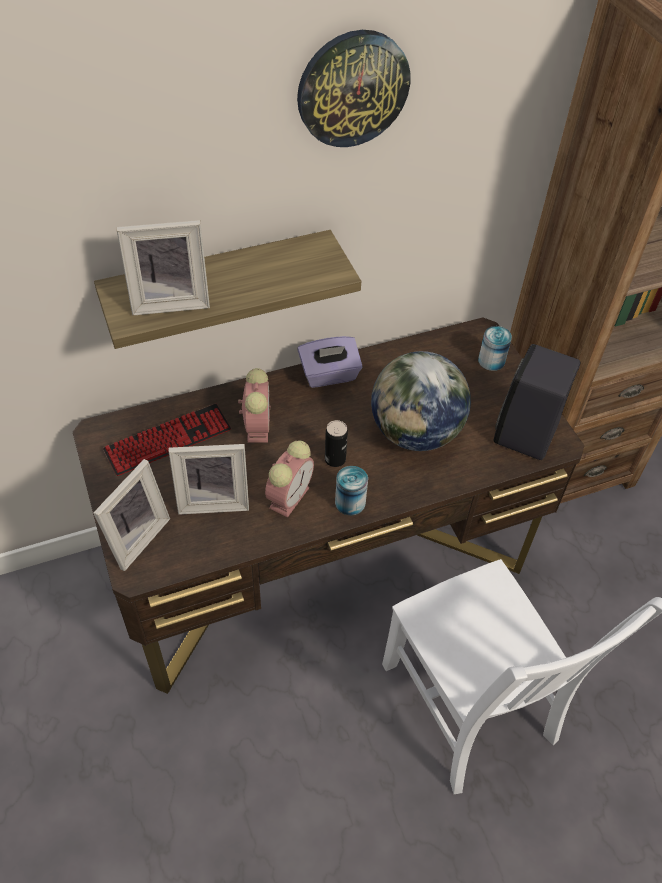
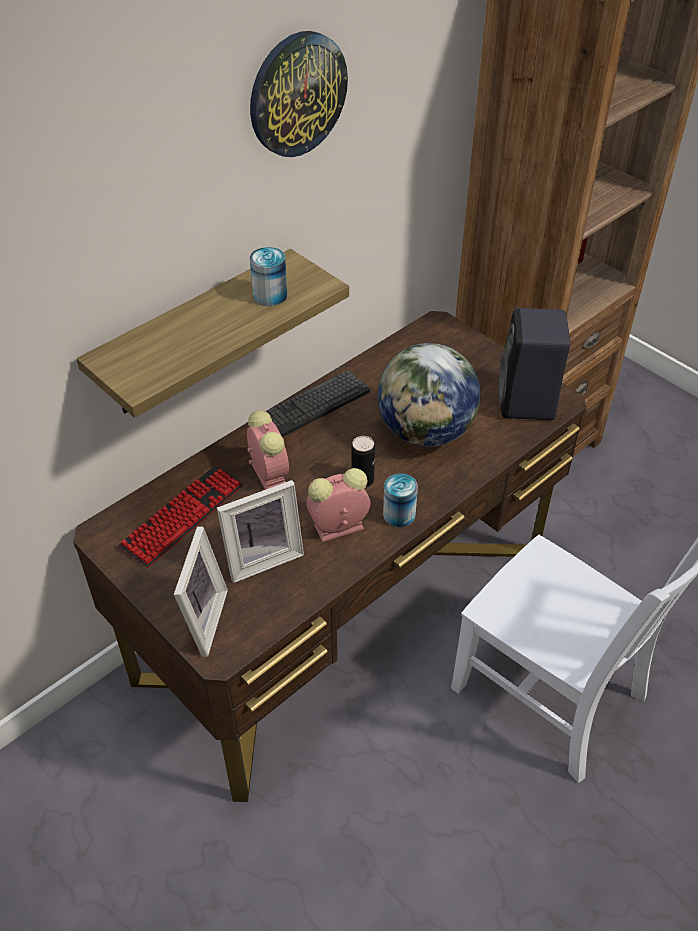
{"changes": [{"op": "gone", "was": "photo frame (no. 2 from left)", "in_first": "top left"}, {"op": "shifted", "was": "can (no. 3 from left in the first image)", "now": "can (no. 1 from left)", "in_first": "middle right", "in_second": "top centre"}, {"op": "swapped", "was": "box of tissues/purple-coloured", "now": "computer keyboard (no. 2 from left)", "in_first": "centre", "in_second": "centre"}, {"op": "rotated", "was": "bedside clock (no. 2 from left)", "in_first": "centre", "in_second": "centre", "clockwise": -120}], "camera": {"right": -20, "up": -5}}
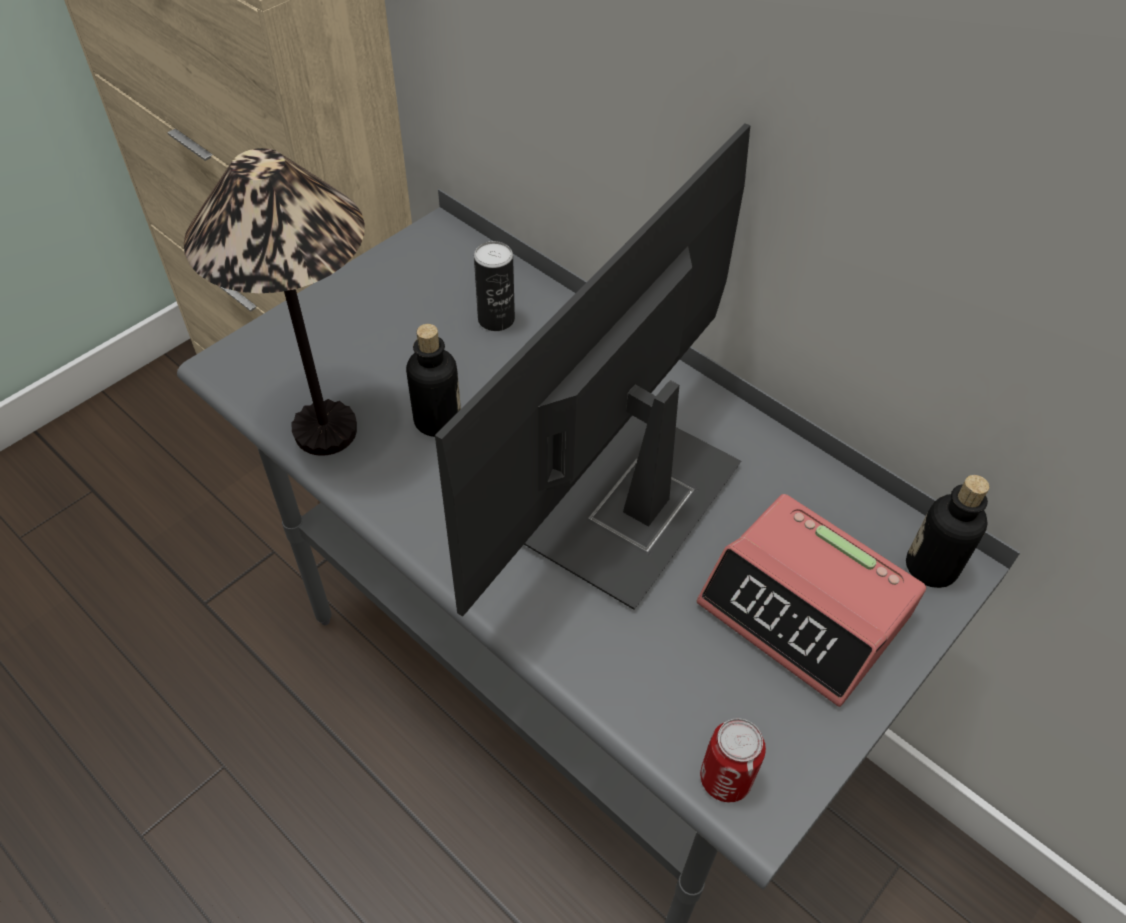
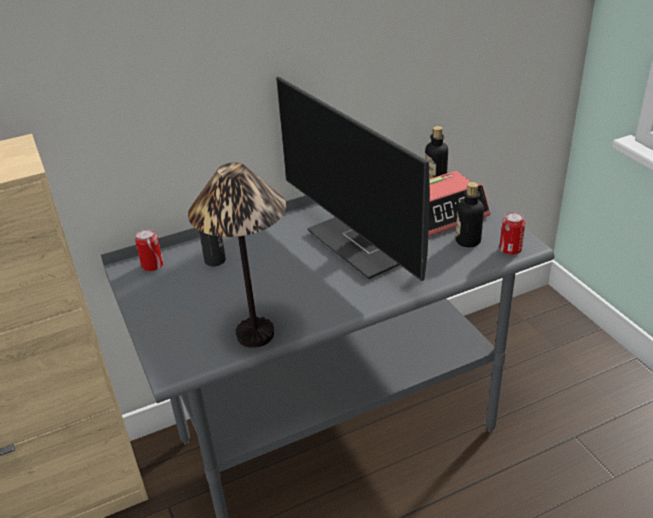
{"changes": [{"op": "shifted", "was": "bottle (no. 1 from left in the first image)", "now": "bottle (no. 2 from left)", "in_first": "centre", "in_second": "middle right"}, {"op": "new", "now": "can (no. 1 from left)", "in_second": "middle left"}], "camera": {"right": -65, "up": -15}}
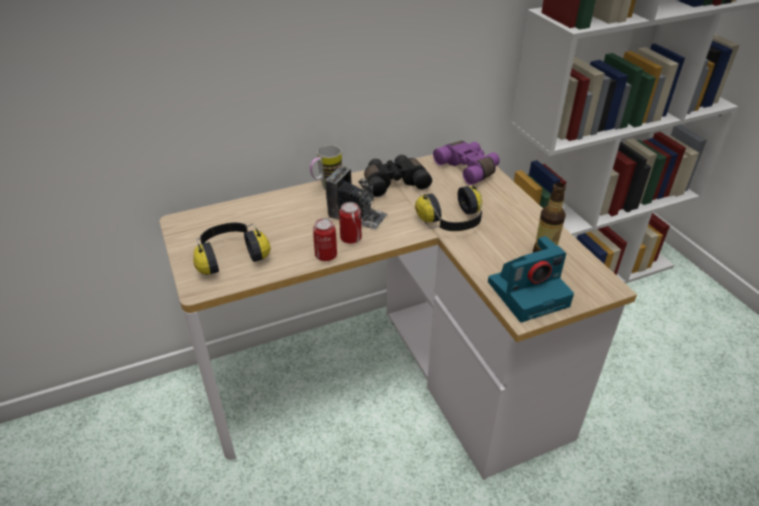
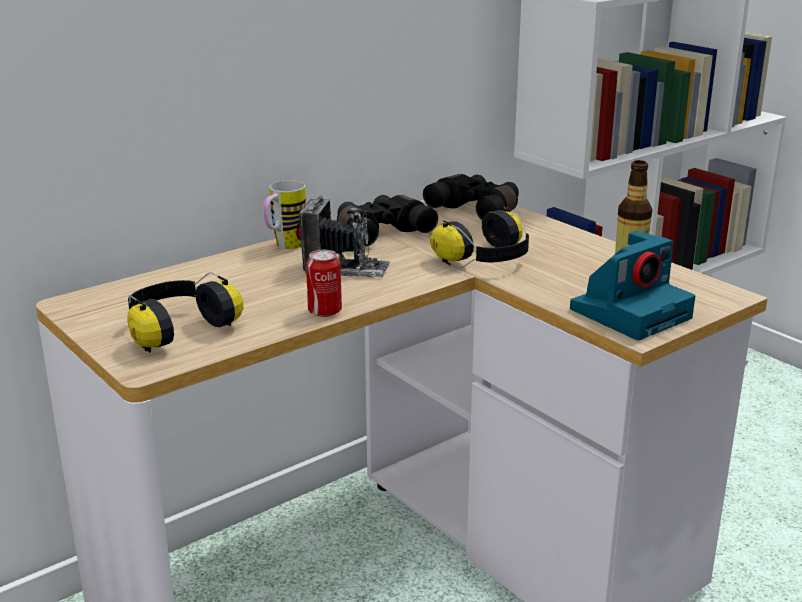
{"changes": [{"op": "repainted", "was": "binoculars/purple-coloured", "now": "binoculars/black-coloured (no. 2 from left)", "in_first": "top centre", "in_second": "top centre"}, {"op": "gone", "was": "can (no. 2 from left)", "in_first": "centre"}], "camera": {"right": -15, "up": -15}}
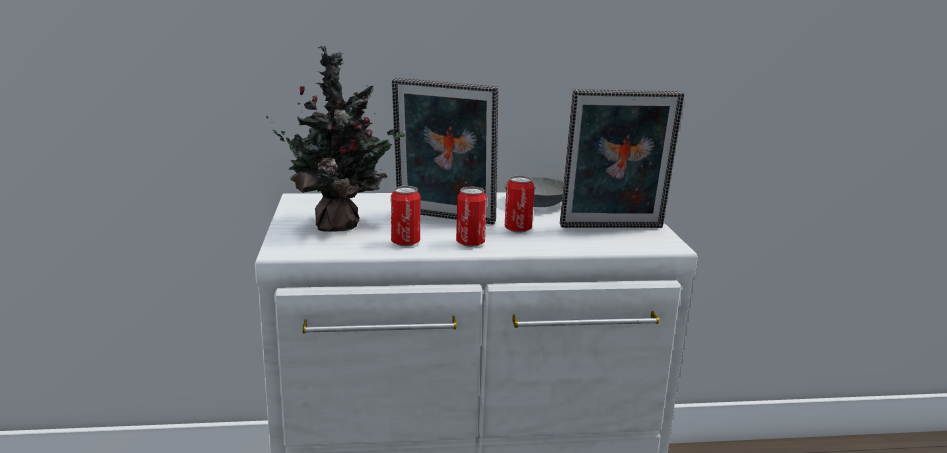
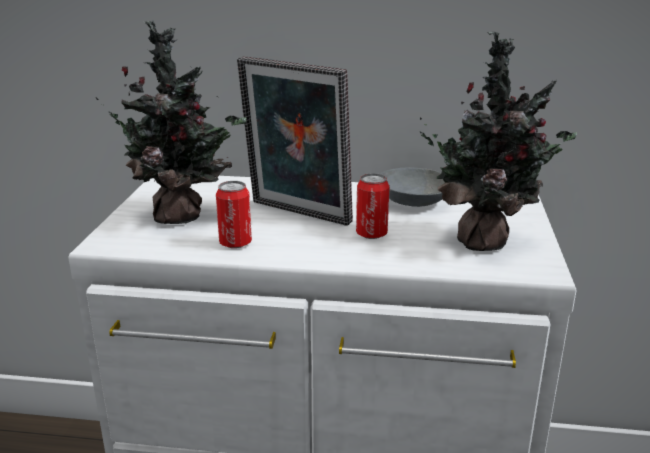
{"changes": [{"op": "swapped", "was": "photo frame (no. 2 from left)", "now": "plant in a pot (no. 2 from left)", "in_first": "centre", "in_second": "top right"}, {"op": "gone", "was": "can (no. 2 from left)", "in_first": "centre"}], "camera": {"right": 15, "up": 5}}
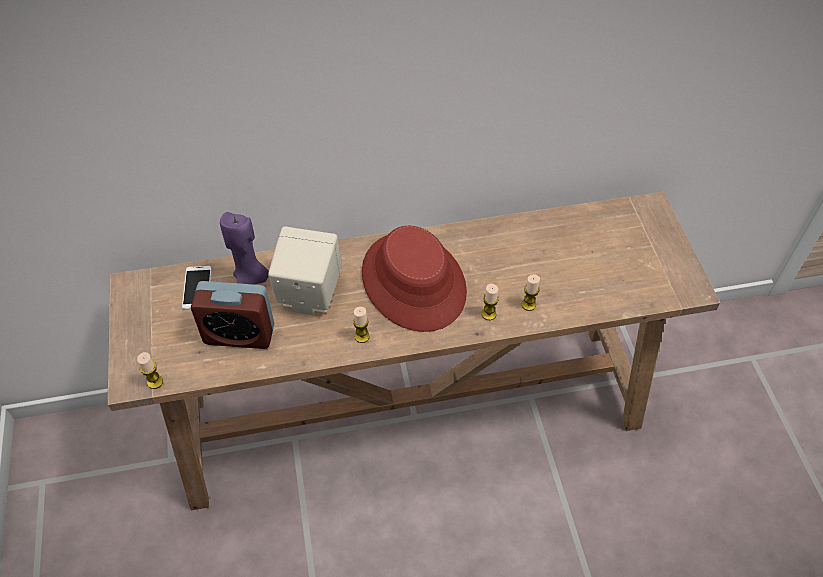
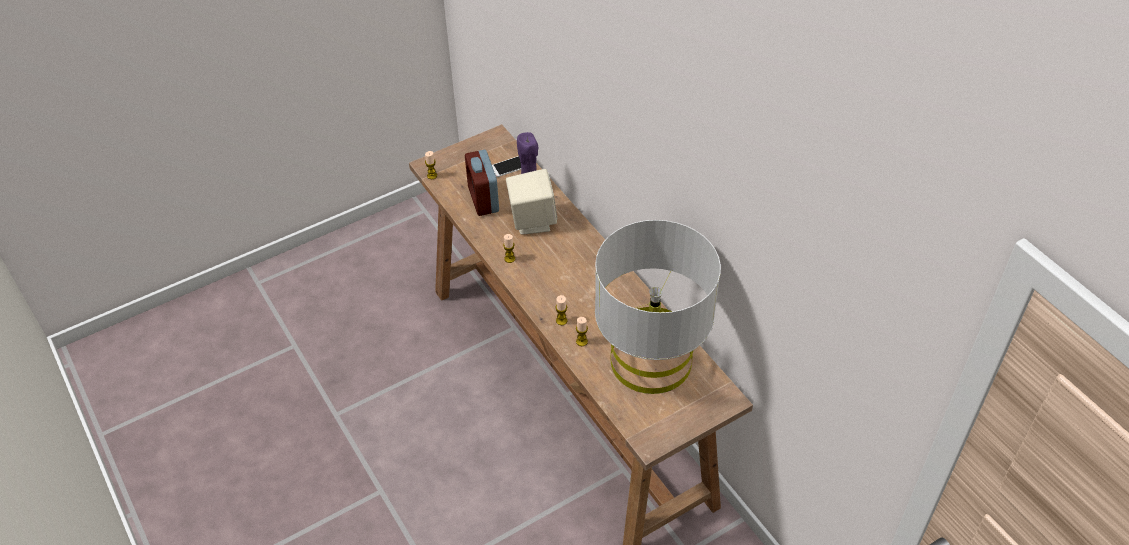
{"changes": [{"op": "gone", "was": "hat/red-coloured", "in_first": "centre"}, {"op": "new", "now": "lamp for a table/greyish", "in_second": "centre"}], "camera": {"right": 70, "up": -5}}
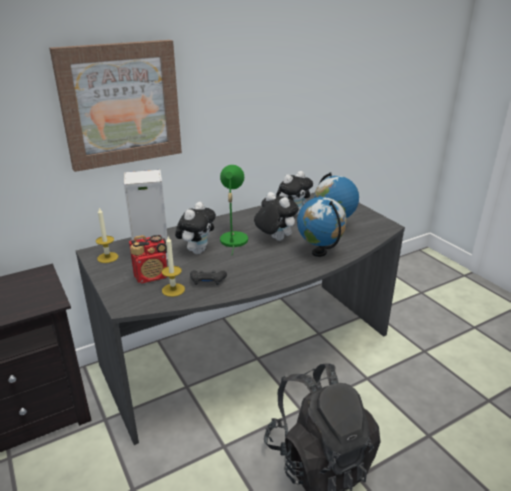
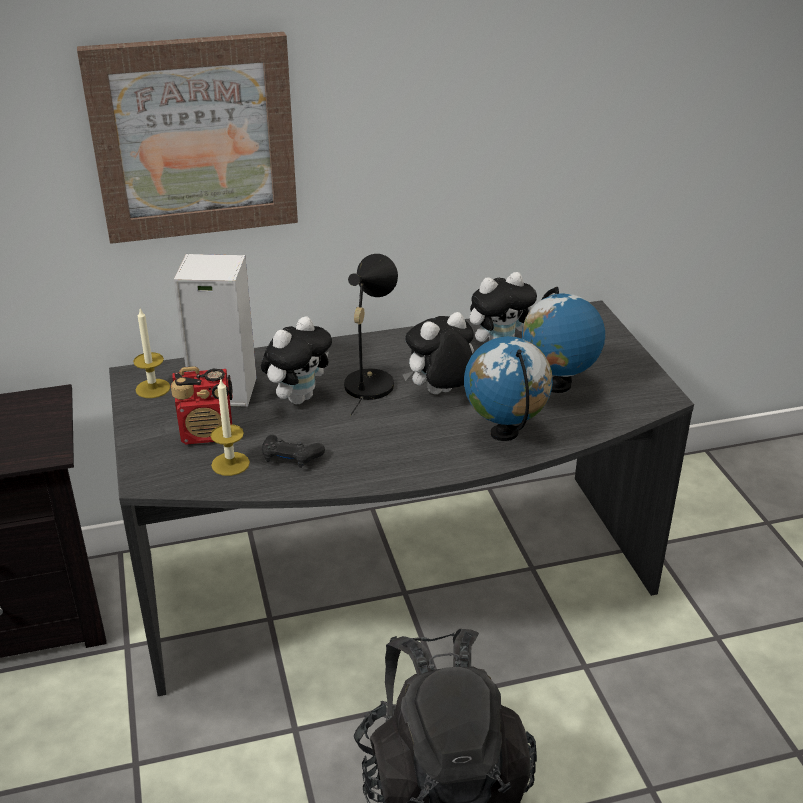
{"changes": [{"op": "repainted", "was": "lamp for a table/green-coloured", "now": "lamp for a table/black-coloured", "in_first": "centre", "in_second": "centre"}, {"op": "rotated", "was": "cuddly toy (no. 2 from left)", "in_first": "centre", "in_second": "centre", "clockwise": -90}], "camera": {"right": 15, "up": 5}}
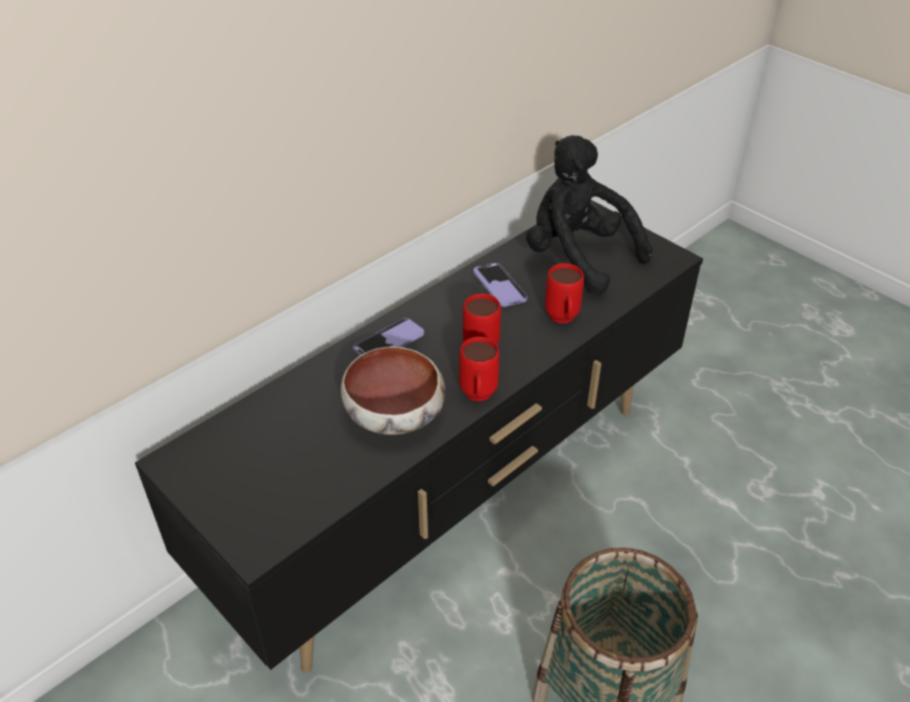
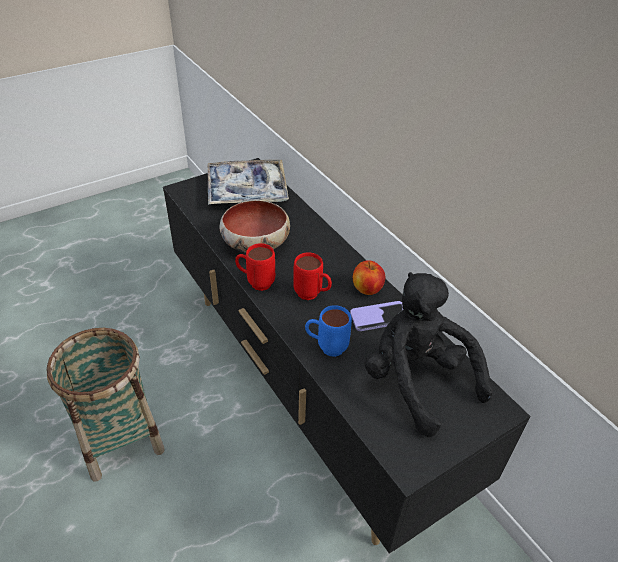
{"changes": [{"op": "rotated", "was": "cuddly toy/black-coloured", "in_first": "top centre", "in_second": "middle right", "clockwise": -90}, {"op": "repainted", "was": "coffee mug/red-coloured (no. 3 from left)", "now": "coffee mug/blue-coloured", "in_first": "centre", "in_second": "centre"}, {"op": "gone", "was": "phone (no. 1 from left)", "in_first": "centre"}, {"op": "new", "now": "carrying tray", "in_second": "top centre"}, {"op": "new", "now": "whole apple", "in_second": "centre"}], "camera": {"right": 100, "up": 0}}
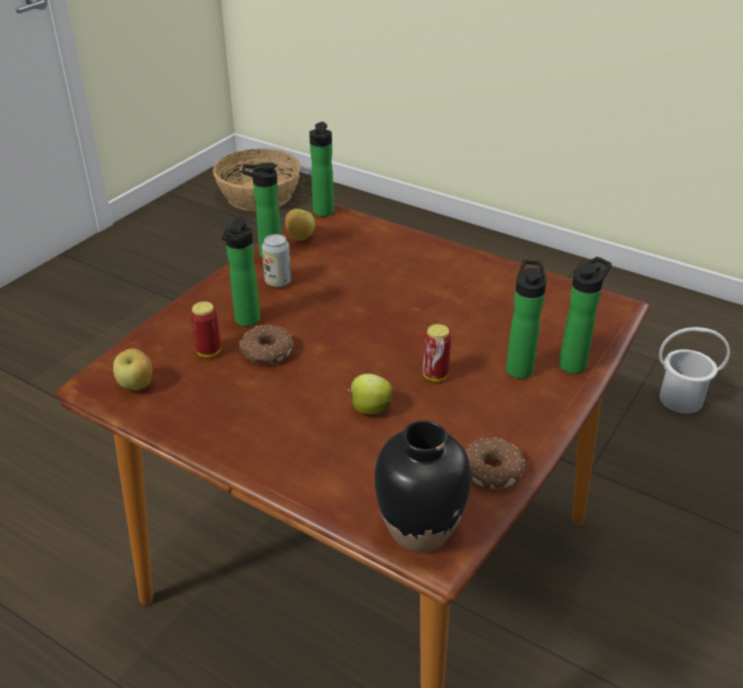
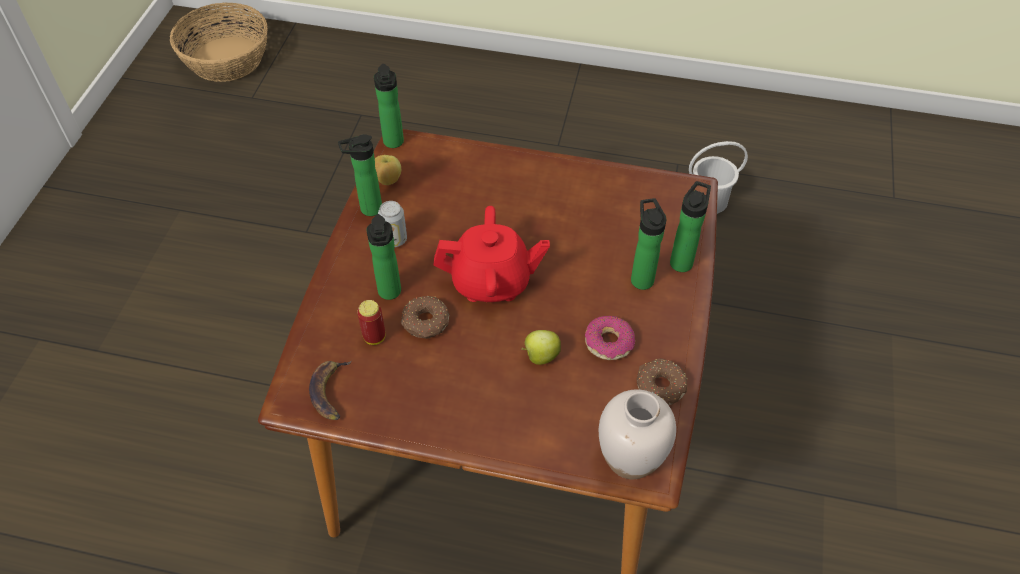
{"changes": [{"op": "gone", "was": "can (no. 3 from left)", "in_first": "centre"}, {"op": "swapped", "was": "whole apple (no. 1 from left)", "now": "banana fruit", "in_first": "middle left", "in_second": "bottom left"}, {"op": "repainted", "was": "vase/black-coloured", "now": "vase/white", "in_first": "bottom centre", "in_second": "bottom centre"}, {"op": "new", "now": "pot for tea/red-coloured", "in_second": "centre"}, {"op": "new", "now": "doughnut (no. 2 from left)", "in_second": "centre"}], "camera": {"right": -20, "up": 15}}
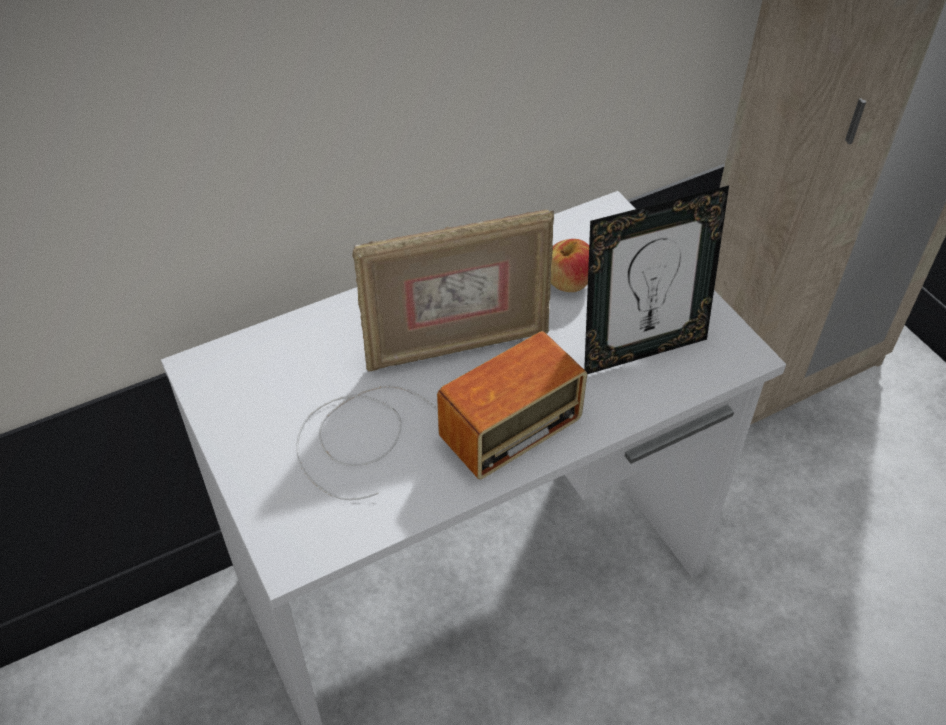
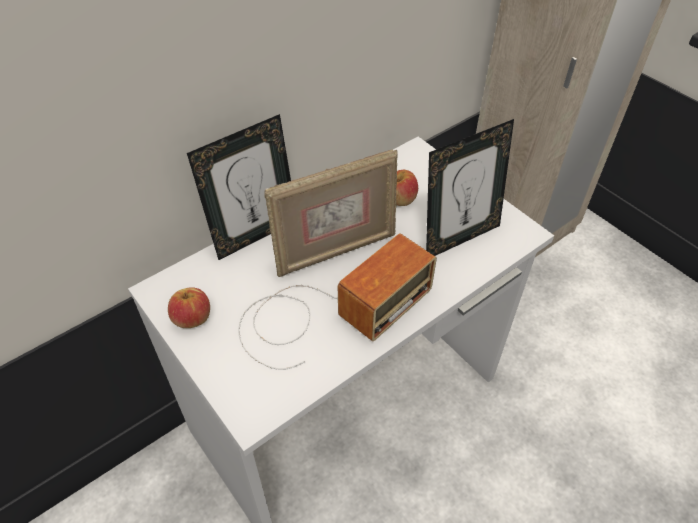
{"changes": [{"op": "new", "now": "photo frame (no. 1 from left)", "in_second": "centre"}, {"op": "new", "now": "whole apple (no. 1 from left)", "in_second": "middle left"}], "camera": {"right": -10, "up": 0}}
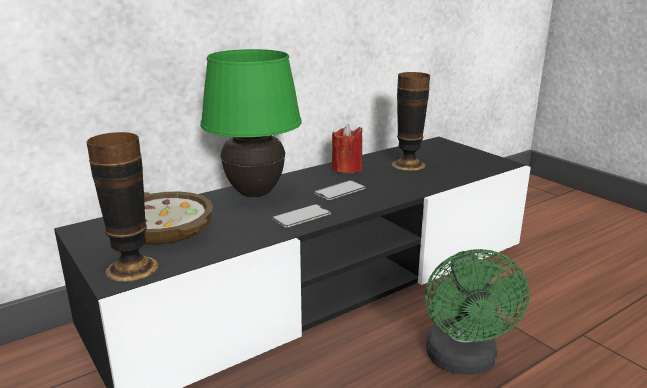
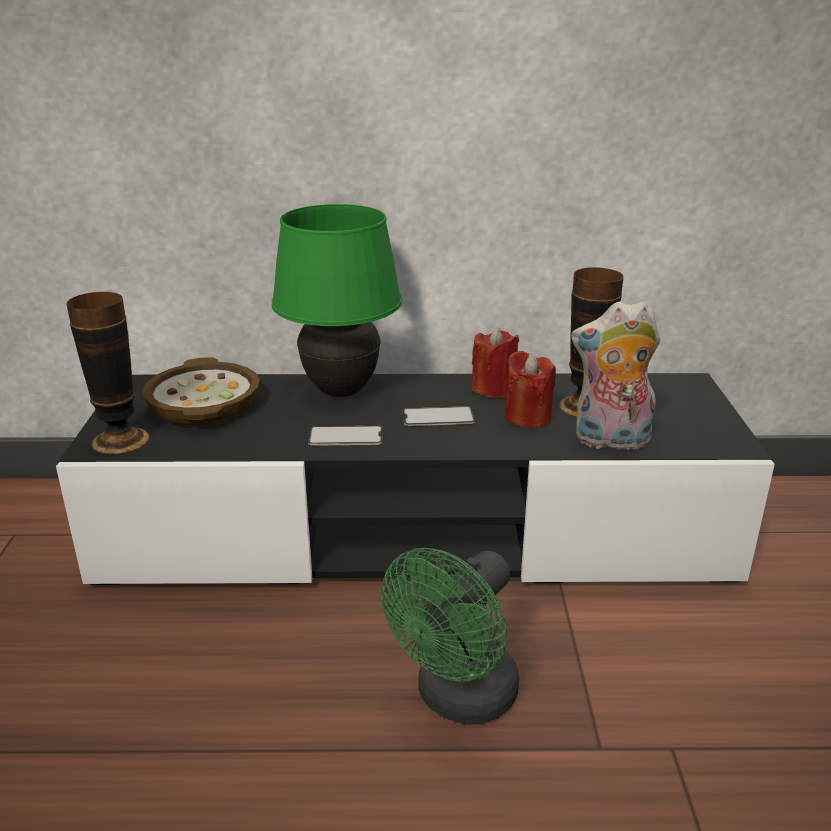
{"changes": [{"op": "new", "now": "cuddly toy", "in_second": "middle right"}, {"op": "new", "now": "wax candle/red-coloured (no. 2 from left)", "in_second": "centre"}], "camera": {"right": 35, "up": 5}}
